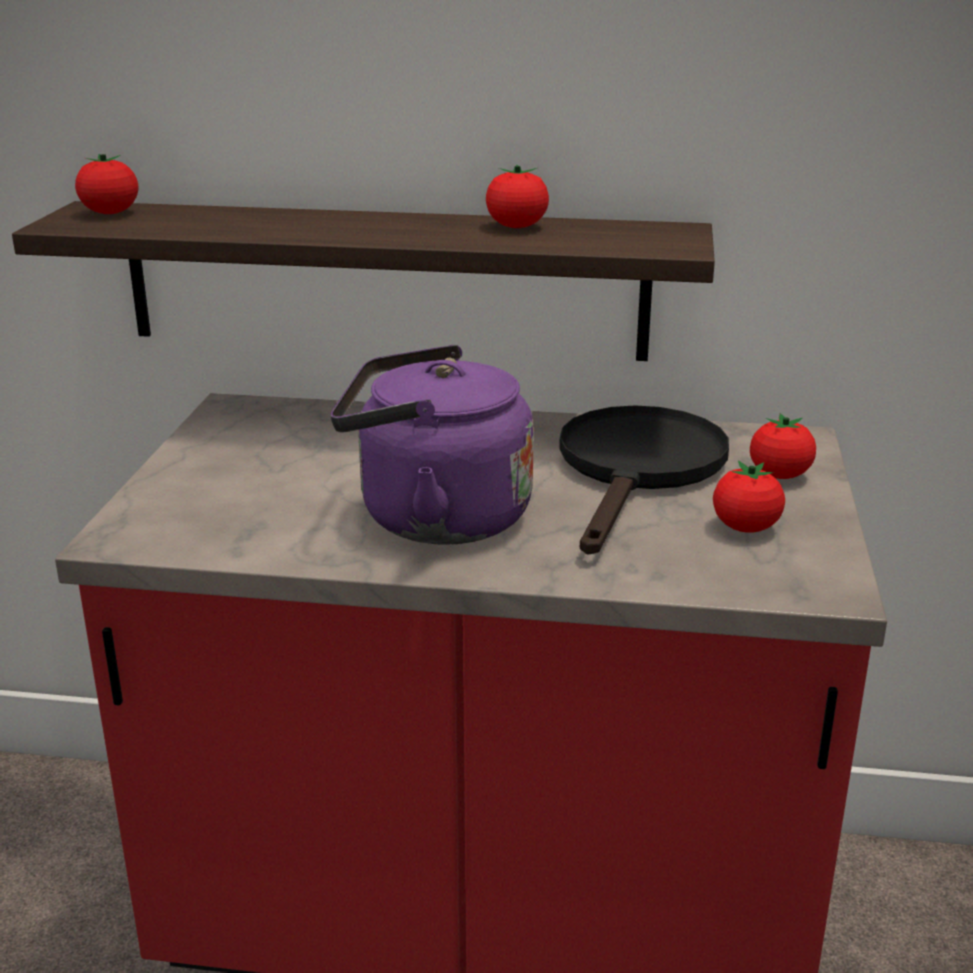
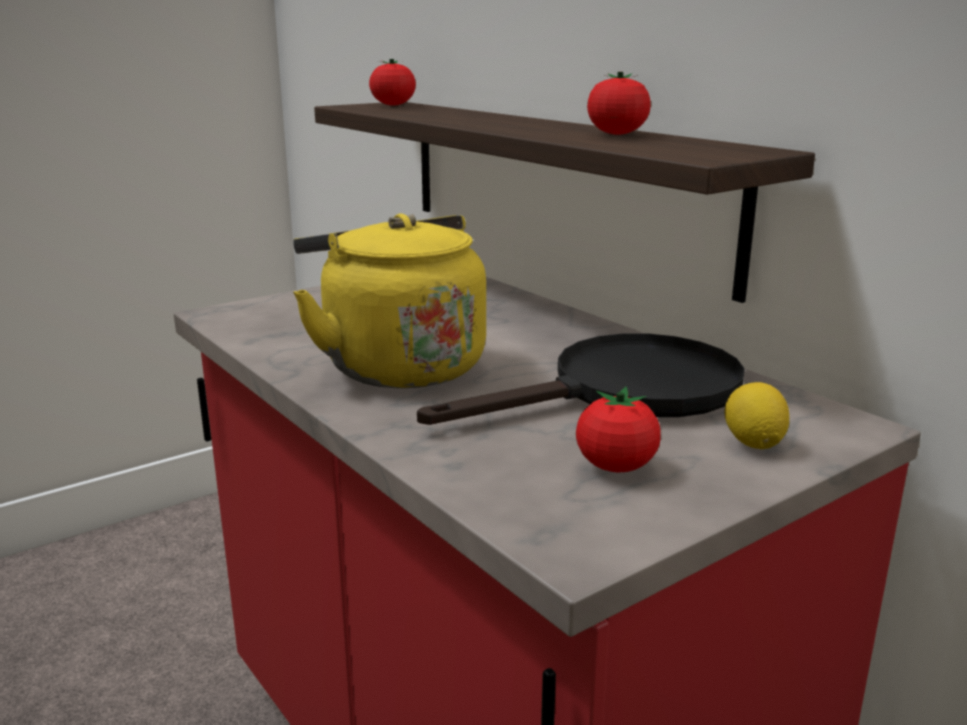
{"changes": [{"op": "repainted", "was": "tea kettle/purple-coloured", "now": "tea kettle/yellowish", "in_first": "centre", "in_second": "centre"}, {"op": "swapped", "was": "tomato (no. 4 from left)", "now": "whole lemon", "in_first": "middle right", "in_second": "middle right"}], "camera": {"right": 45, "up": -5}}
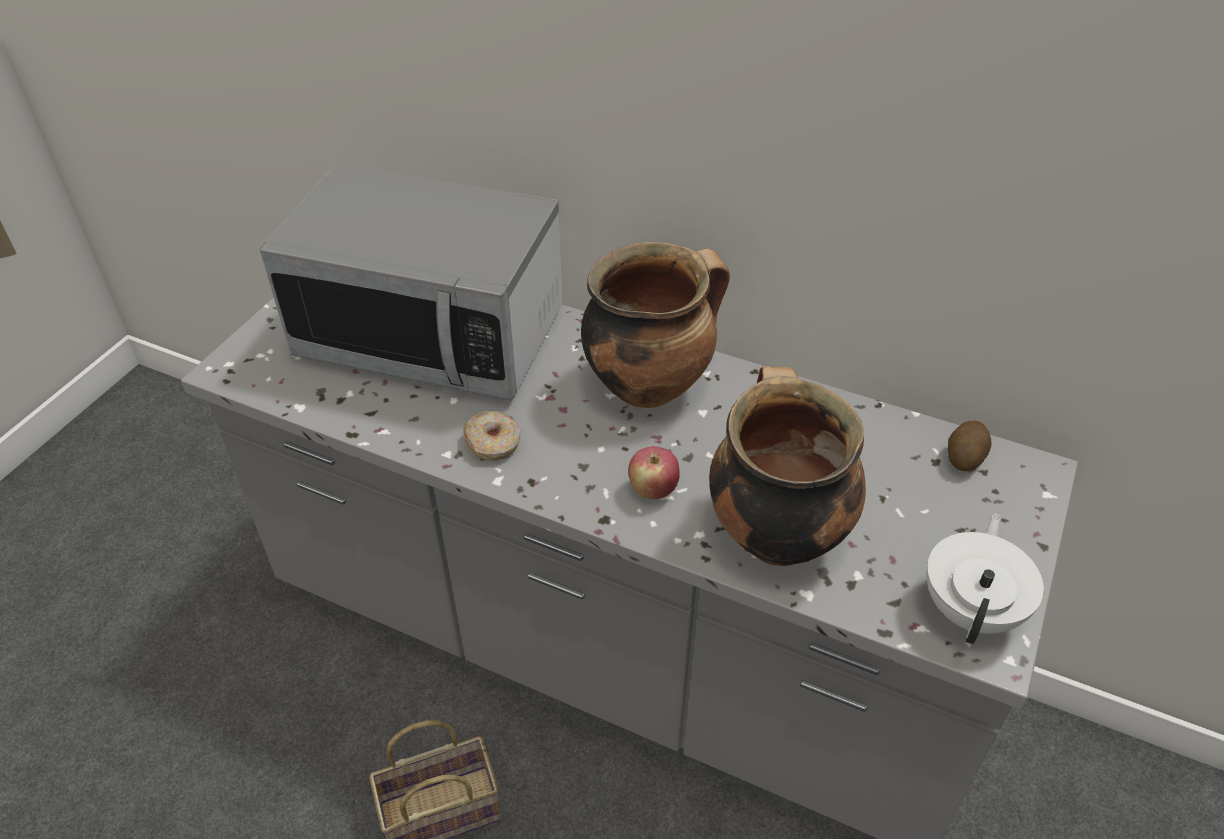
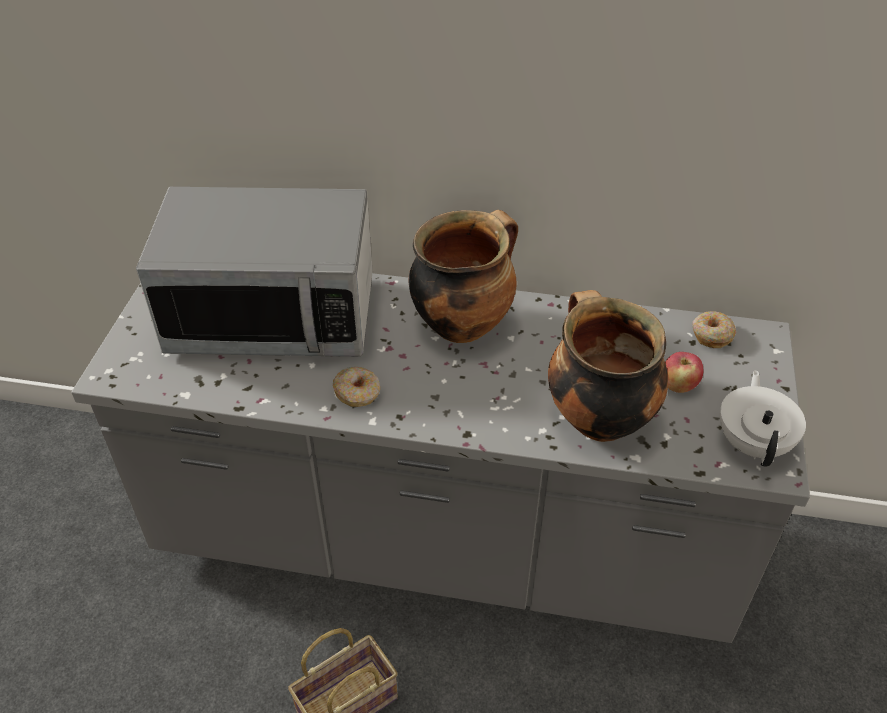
{"changes": [{"op": "swapped", "was": "whole potato", "now": "doughnut (no. 2 from left)", "in_first": "middle right", "in_second": "middle right"}, {"op": "shifted", "was": "whole apple", "in_first": "centre", "in_second": "middle right"}], "camera": {"right": -15, "up": 0}}
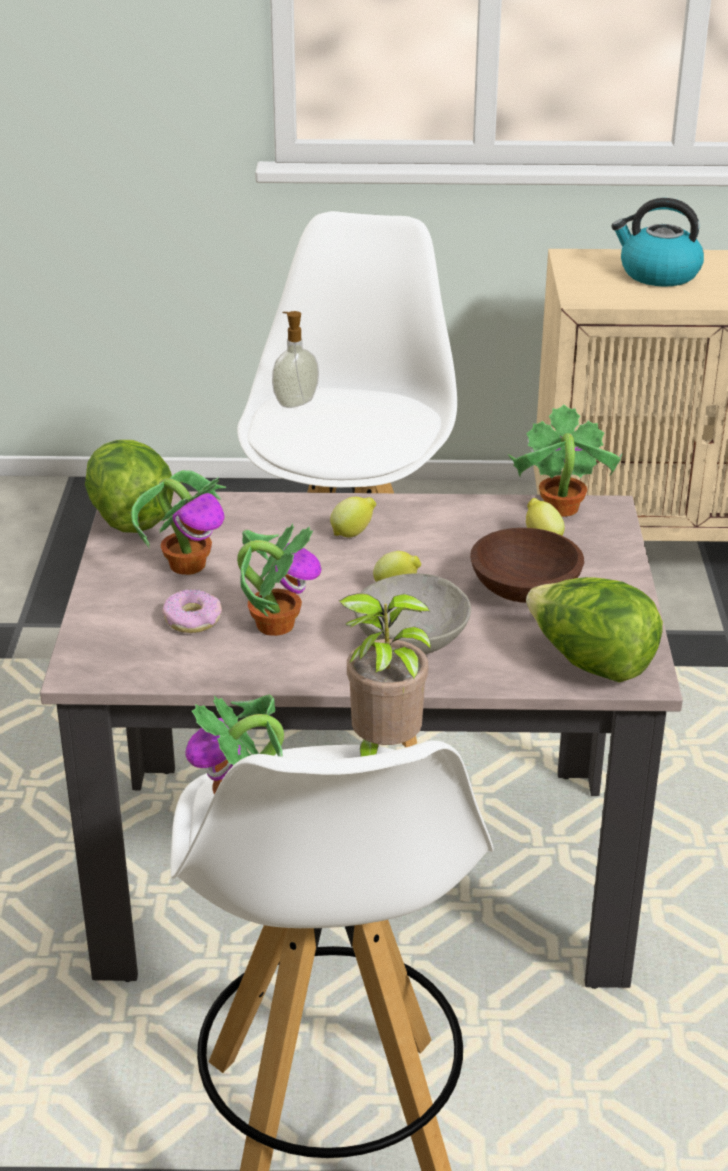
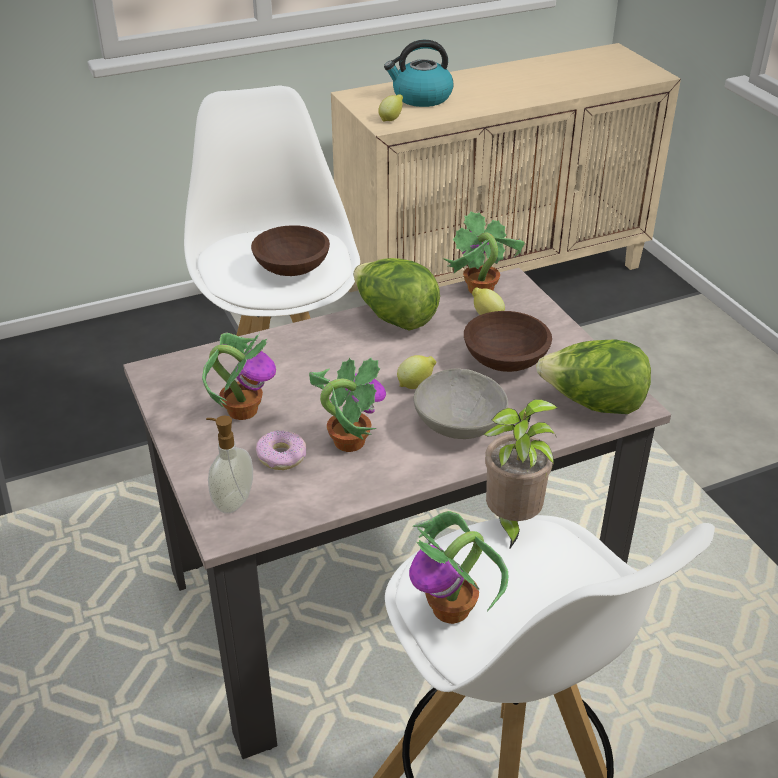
{"changes": [{"op": "shifted", "was": "soap bottle", "in_first": "top centre", "in_second": "middle left"}, {"op": "shifted", "was": "head of lettuce (no. 1 from left)", "in_first": "middle left", "in_second": "centre"}, {"op": "shifted", "was": "whole lemon (no. 1 from left)", "in_first": "centre", "in_second": "top centre"}, {"op": "new", "now": "bowl/brownish (no. 1 from left)", "in_second": "top centre"}], "camera": {"right": -25, "up": 5}}
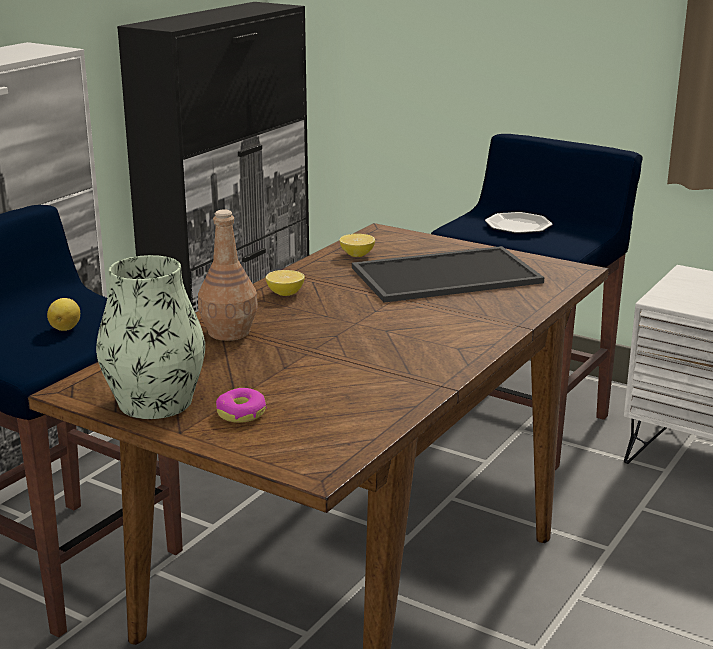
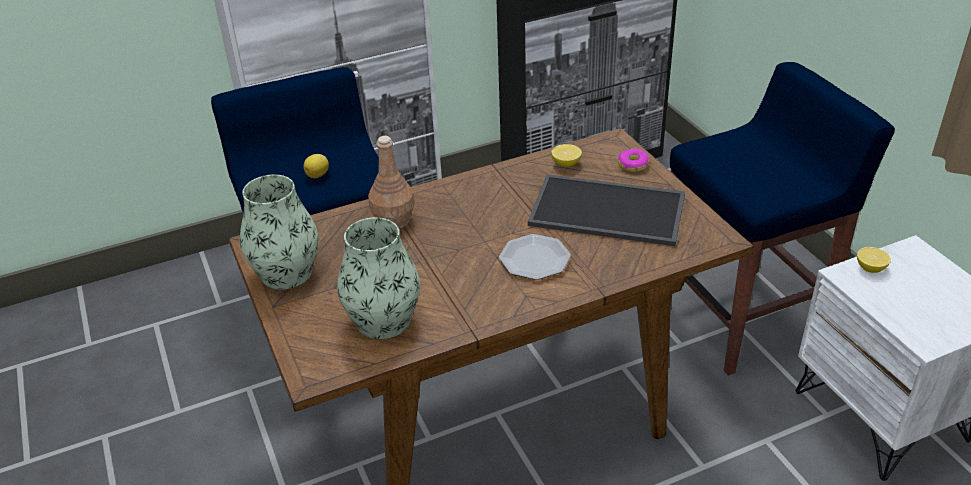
{"changes": [{"op": "shifted", "was": "dinner plate", "in_first": "middle right", "in_second": "centre"}, {"op": "shifted", "was": "whole lemon (no. 2 from left in the first image)", "now": "whole lemon (no. 3 from left)", "in_first": "centre", "in_second": "middle right"}, {"op": "shifted", "was": "doughnut", "in_first": "centre", "in_second": "top centre"}, {"op": "new", "now": "vase (no. 2 from left)", "in_second": "centre"}], "camera": {"right": 35, "up": 15}}
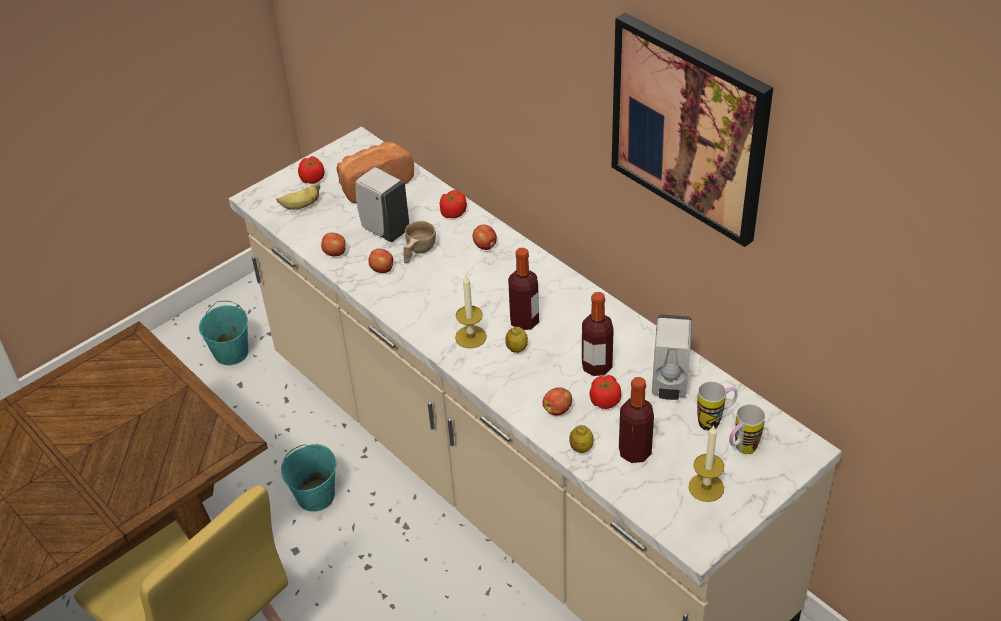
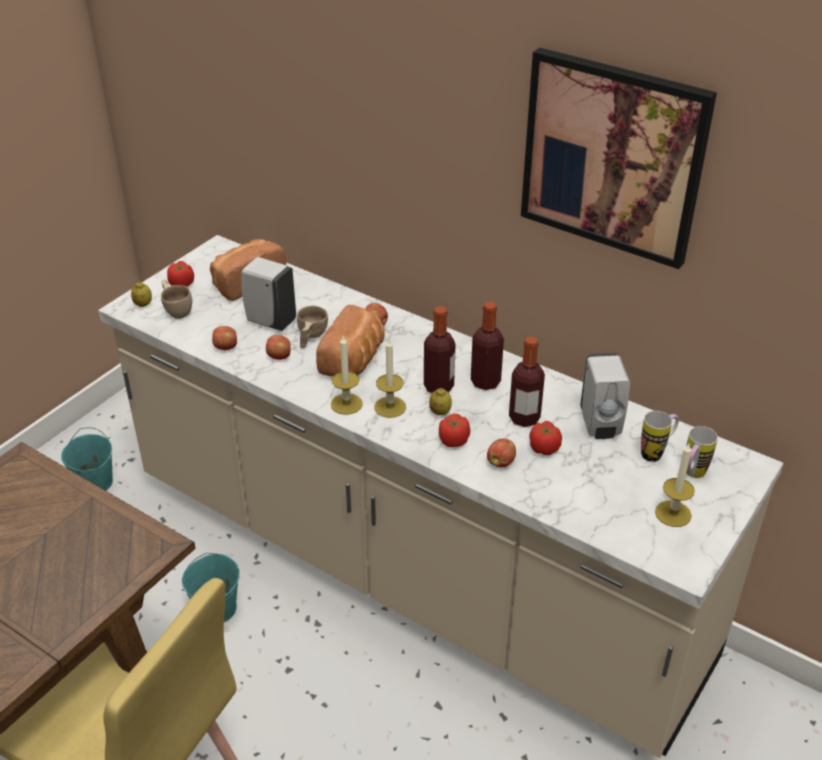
{"changes": [{"op": "swapped", "was": "banana fruit", "now": "cup/beige (no. 1 from left)", "in_first": "top left", "in_second": "middle left"}, {"op": "shifted", "was": "tomato (no. 2 from left)", "in_first": "top centre", "in_second": "centre"}, {"op": "shifted", "was": "bottle (no. 3 from left in the first image)", "now": "bottle (no. 2 from left)", "in_first": "bottom centre", "in_second": "centre"}, {"op": "shifted", "was": "whole lemon (no. 2 from left in the first image)", "now": "whole lemon (no. 1 from left)", "in_first": "bottom centre", "in_second": "middle left"}, {"op": "new", "now": "bakery bread (no. 2 from left)", "in_second": "centre"}, {"op": "new", "now": "wax candle (no. 1 from left)", "in_second": "centre"}], "camera": {"right": -15, "up": -5}}
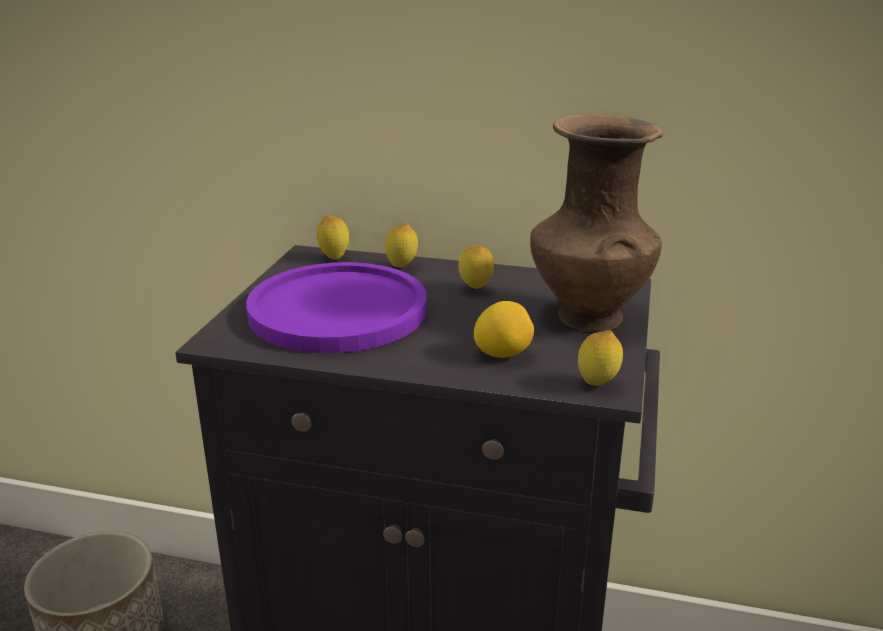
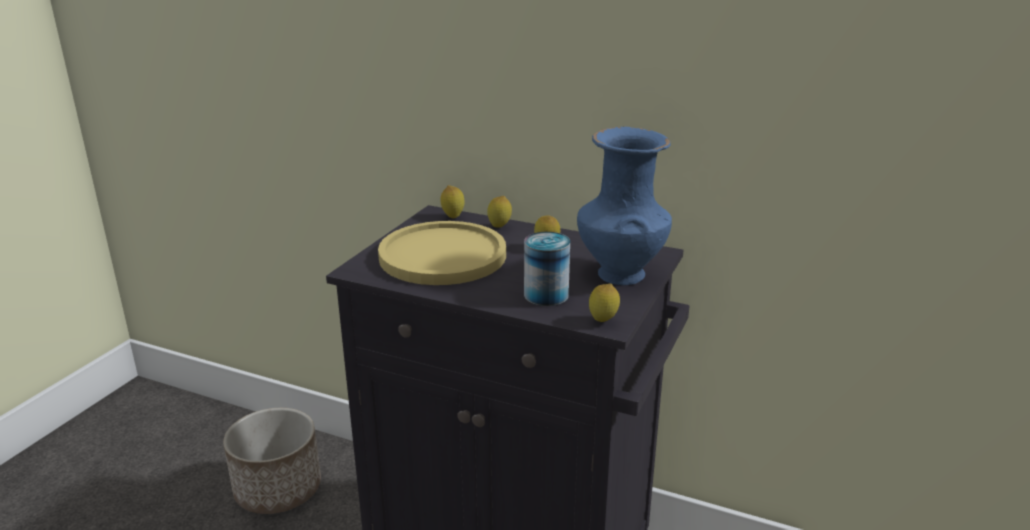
{"changes": [{"op": "repainted", "was": "vase/brownish", "now": "vase/blue-coloured", "in_first": "middle right", "in_second": "centre"}, {"op": "repainted", "was": "dinner plate/purple-coloured", "now": "dinner plate/yellowish", "in_first": "centre", "in_second": "centre"}, {"op": "swapped", "was": "whole lemon (no. 4 from left)", "now": "can", "in_first": "centre", "in_second": "centre"}], "camera": {"right": 10, "up": 0}}
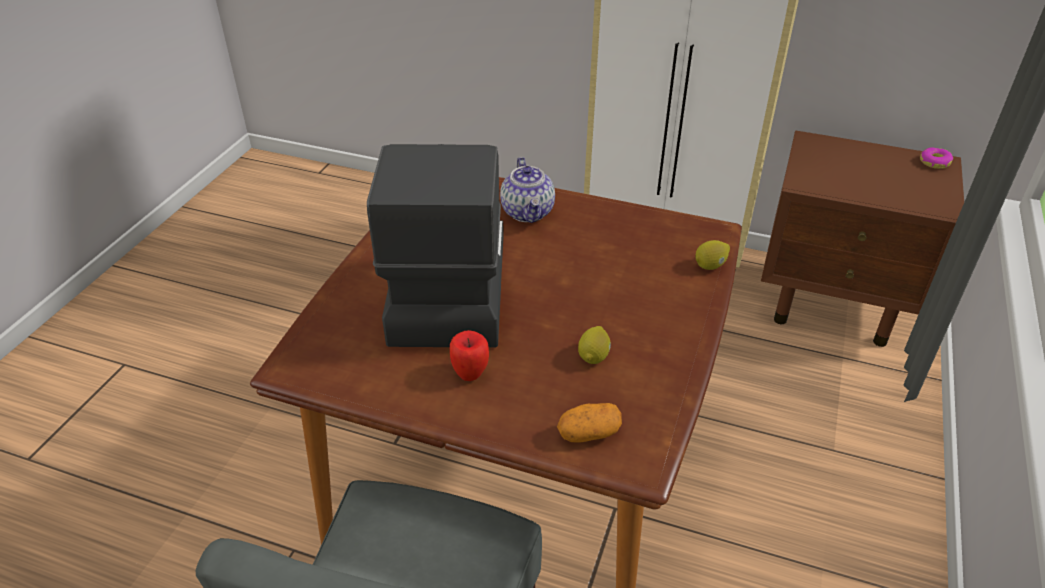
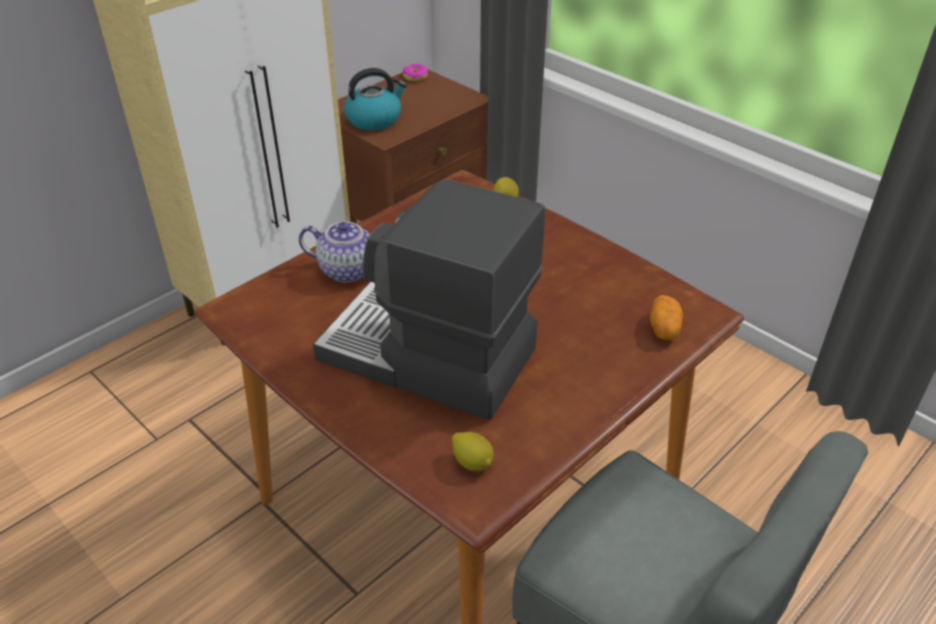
{"changes": [{"op": "shifted", "was": "whole lemon (no. 1 from left)", "in_first": "centre", "in_second": "bottom centre"}, {"op": "gone", "was": "whole apple", "in_first": "centre"}, {"op": "new", "now": "tea kettle", "in_second": "top centre"}], "camera": {"right": -65, "up": 0}}
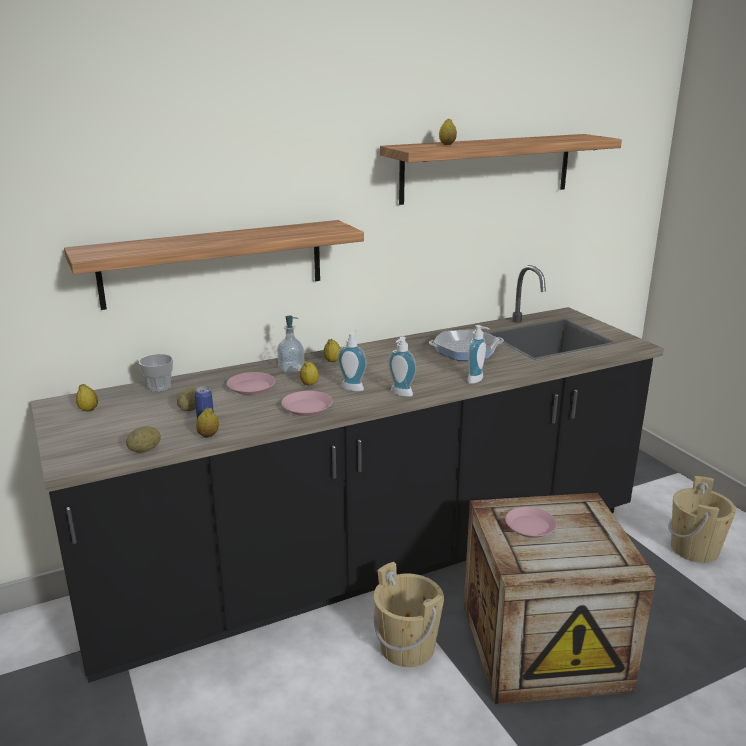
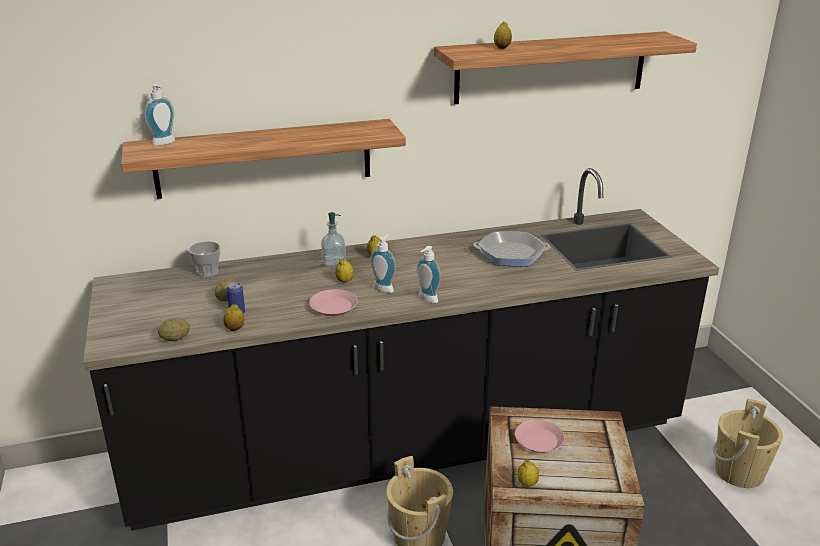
{"changes": [{"op": "shifted", "was": "soap bottle (no. 4 from left in the first image)", "now": "soap bottle (no. 1 from left)", "in_first": "centre", "in_second": "top left"}, {"op": "gone", "was": "dinner plate/pink-coloured (no. 1 from left)", "in_first": "centre"}, {"op": "shifted", "was": "whole lemon (no. 1 from left in the first image)", "now": "whole lemon (no. 5 from left)", "in_first": "middle left", "in_second": "bottom centre"}], "camera": {"right": 10, "up": 5}}
